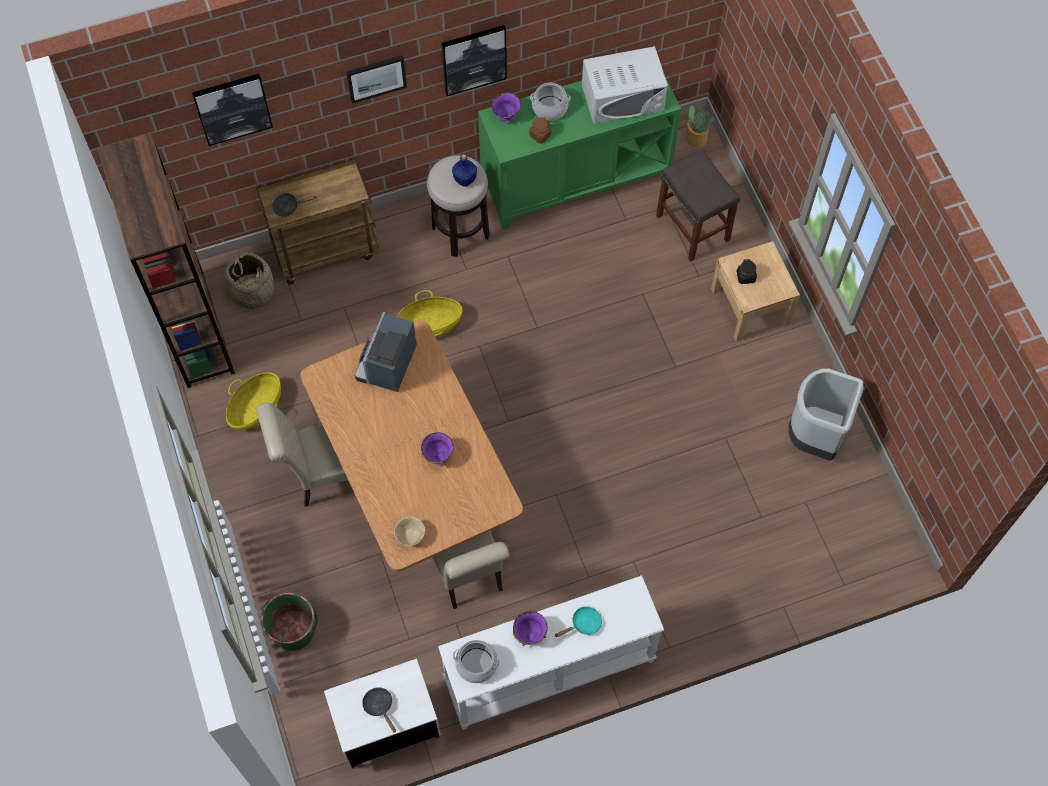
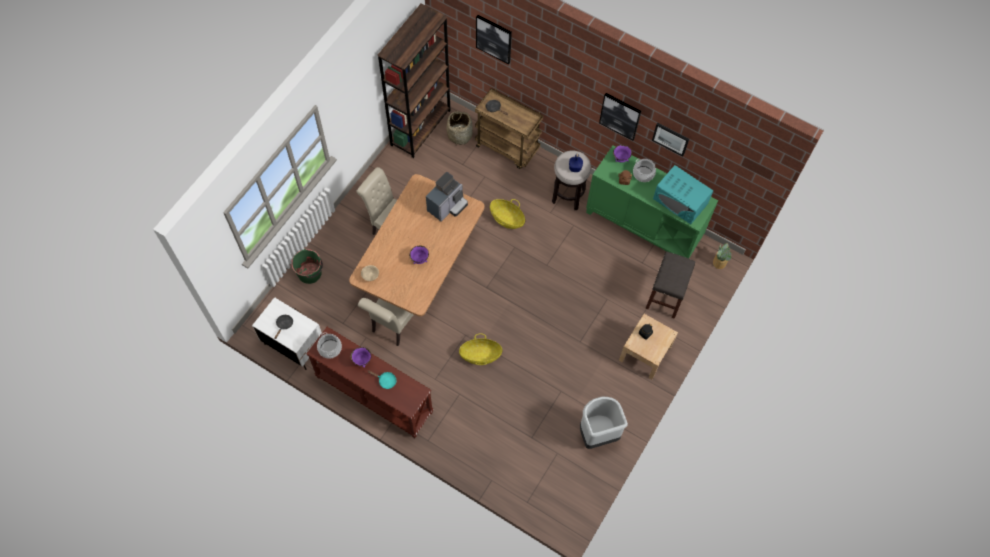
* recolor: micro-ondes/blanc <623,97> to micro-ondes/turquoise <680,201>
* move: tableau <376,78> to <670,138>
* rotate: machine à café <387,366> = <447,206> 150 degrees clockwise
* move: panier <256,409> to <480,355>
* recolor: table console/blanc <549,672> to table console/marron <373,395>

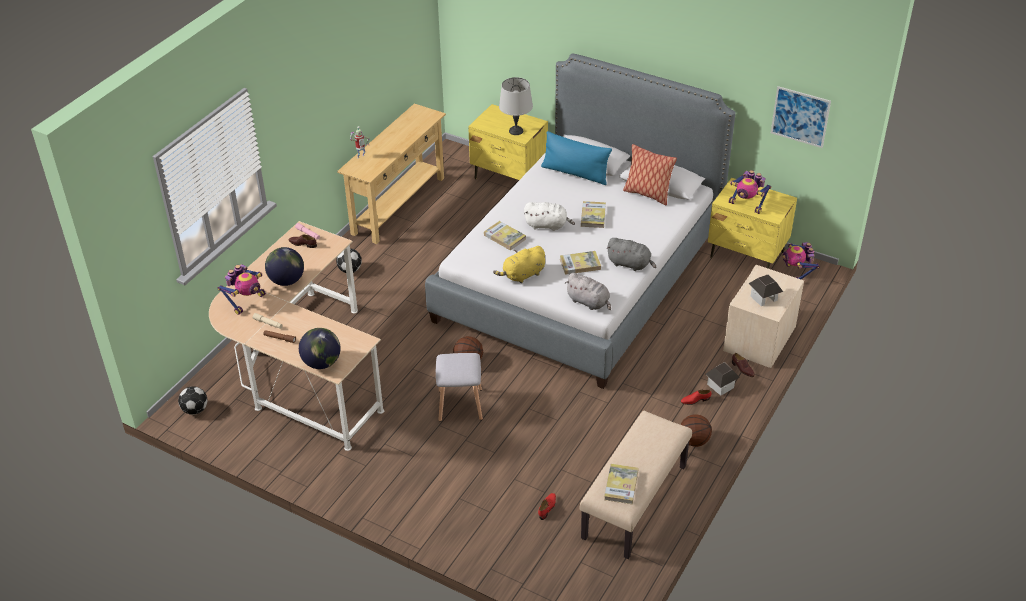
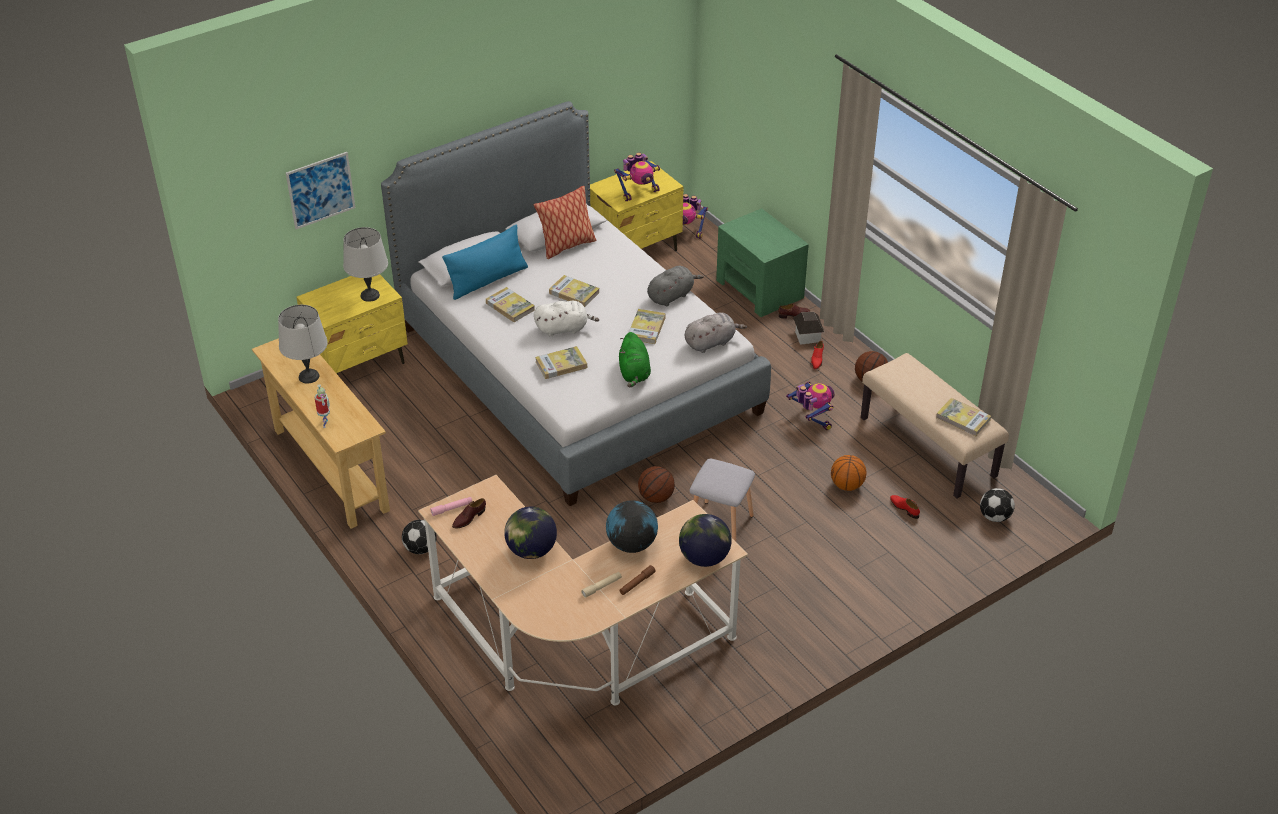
* move: tableau <800,116> to <320,190>
* rotate: peluche/blanc <547,225> = <564,329> 45 degrees clockwise
* recolor: peluche/jaune <522,275> to peluche/vert <634,373>
* move: robot jouet <246,302> to <811,419>
* recolor: table de chevet/beige <759,339> to table de chevet/vert <760,289>
* delete: maison miniature <764,298>
* move: ballon de foot <195,410> to <995,516>
* insert: livre <510,306>
* insert: lampe de table/gris <308,377>
* insert: ballon de basket <847,485>
* insert: globe <631,544>

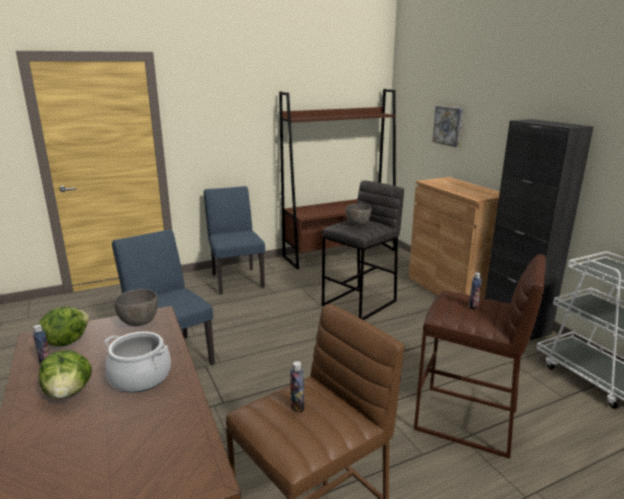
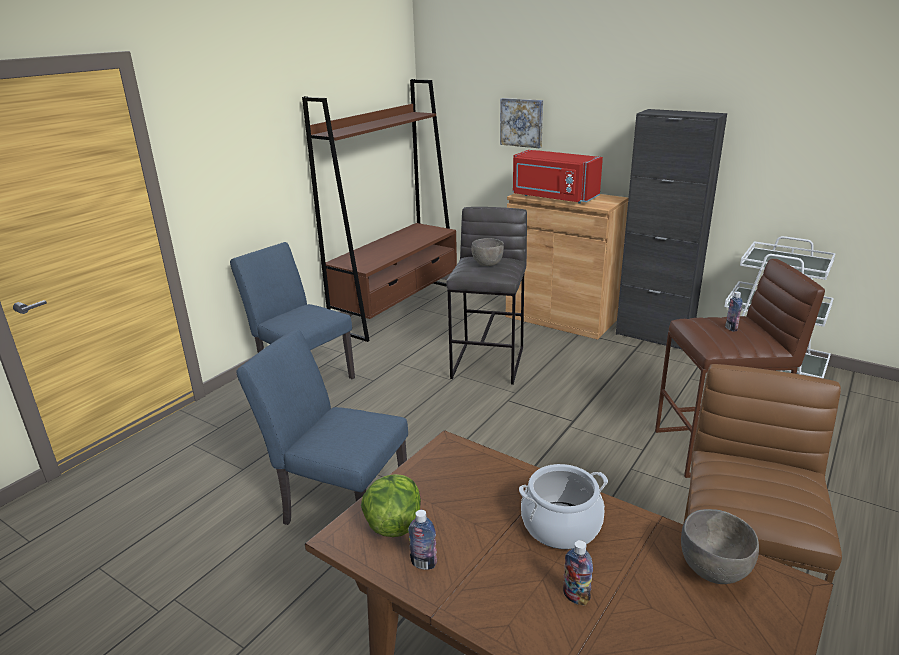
* move: bol/gris <139,322> to <713,571>
* delete: laitue <69,392>
* move: bouteille <297,406> to <576,597>
* insert: micro-ondes/rouge <553,197>

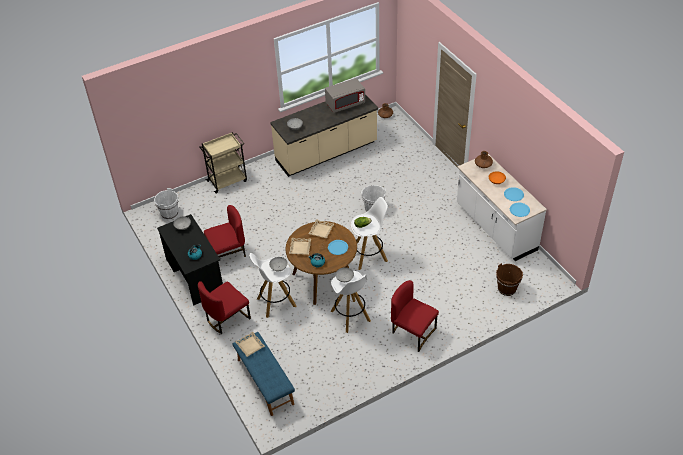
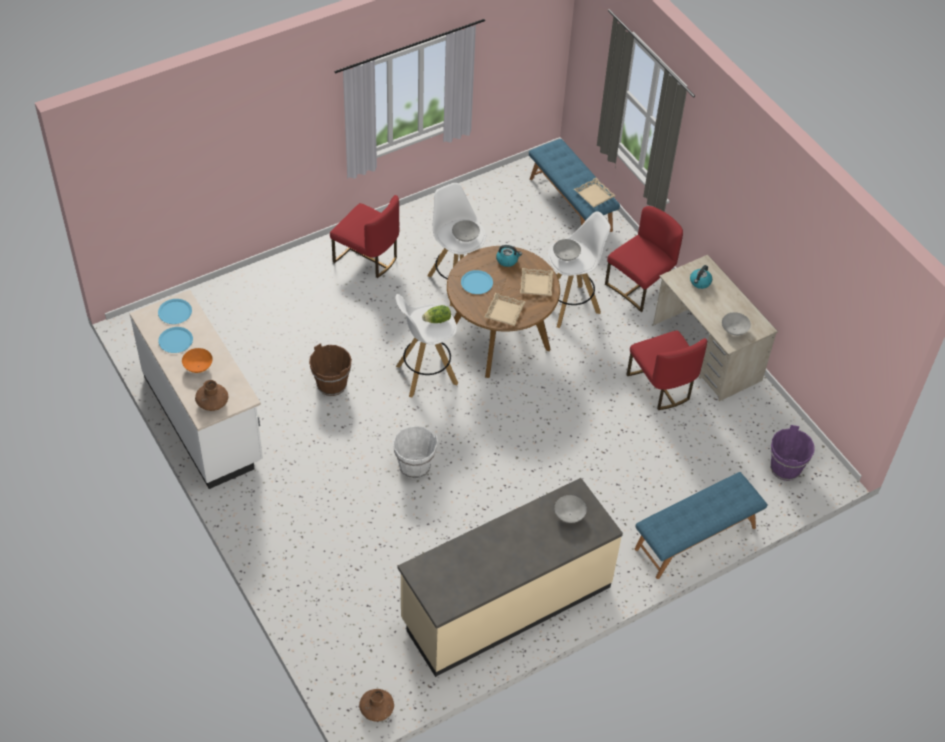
* delete: micro-ondes/gris <345,104>
* replace: chariot/beige <227,180> to banc/bleu <696,539>
* recolor: seau/blanc <169,213> to seau/violet <785,468>
* rotate: chaise/rouge <228,254> = <661,386> 90 degrees counterclockwise
* recolor: bureau/noir <194,275> to bureau/beige <706,352>
* move: seau/marron <507,289> to <331,384>

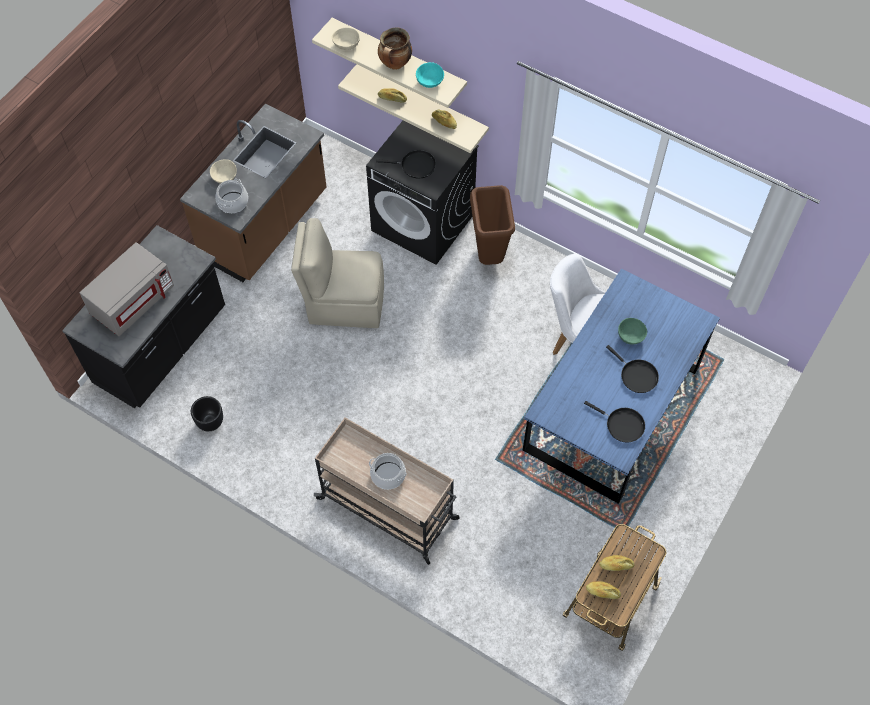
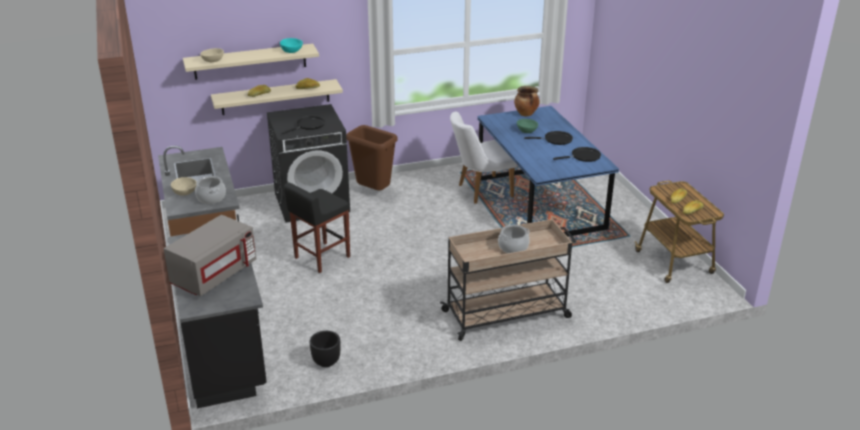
* move: marmite <395,64> to <526,114>
* replace: chaise/beige <344,303> to tabouret/noir <321,257>
* rotate: micro-ondes/gris <132,301> = <214,274> 45 degrees clockwise

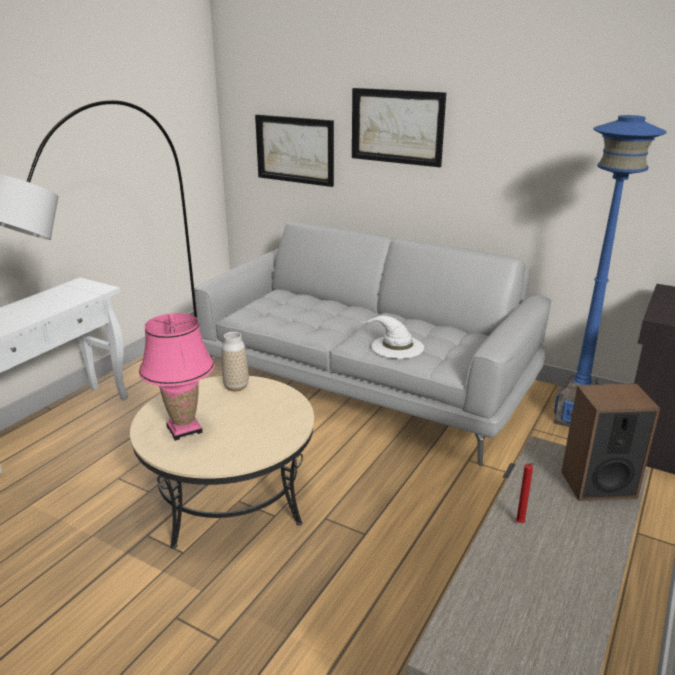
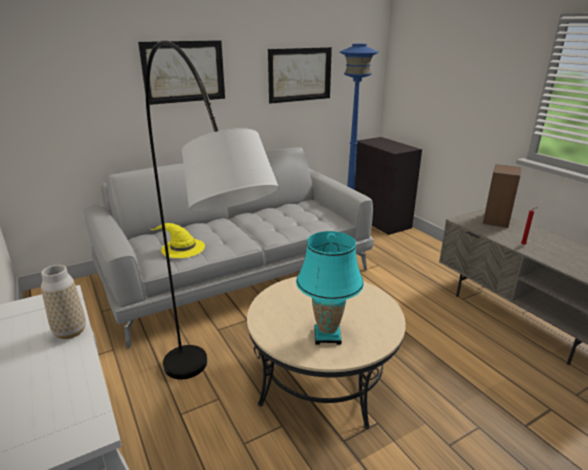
* move: tableau <295,150> to <299,74>
* recolor: lampe de table/rose <184,429> to lampe de table/turquoise <327,336>
* delete: chapeau/blanc <396,346>
* move: vase <236,387> to <70,332>
* insert: chapeau/jaune <182,248>

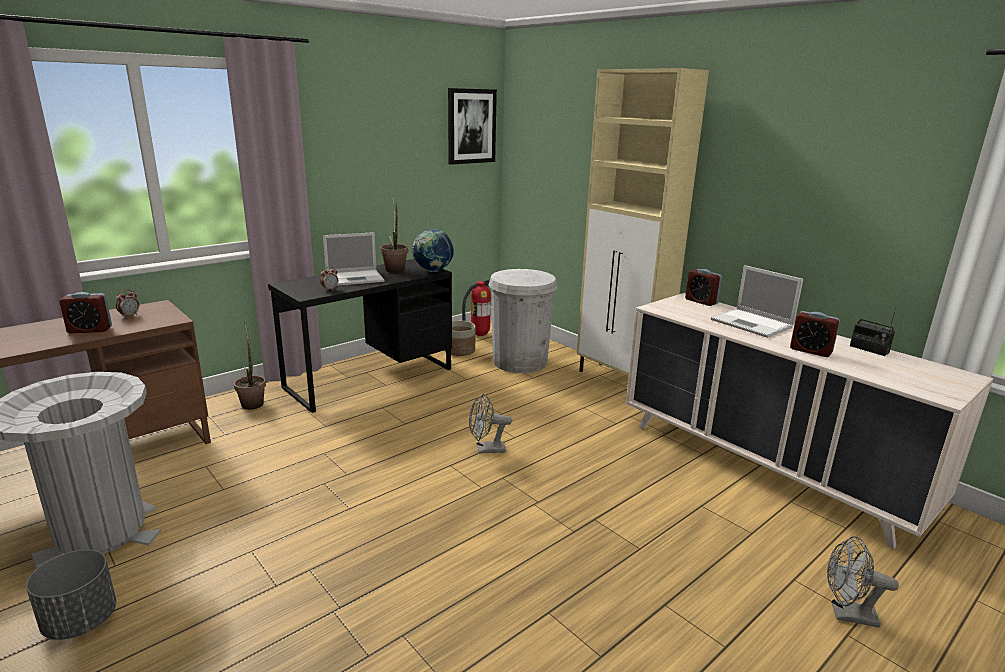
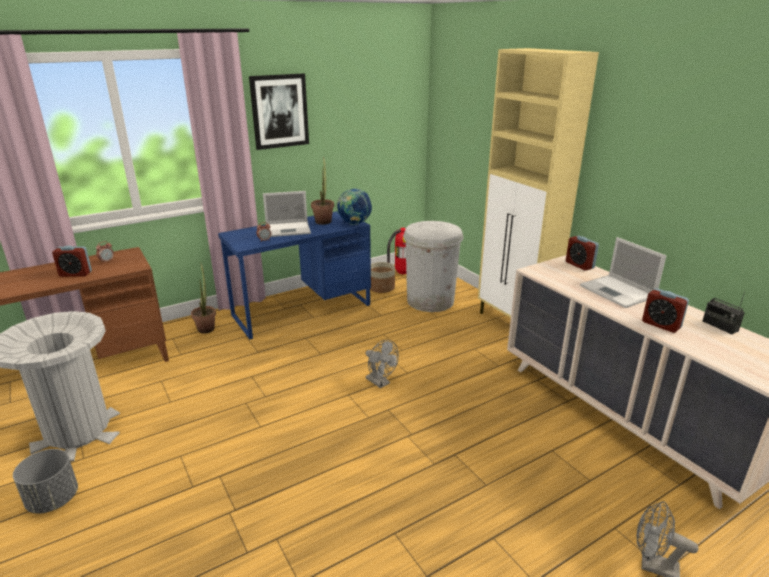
* move: tableau <471,126> to <279,111>
* recolor: bureau/noir <370,378> to bureau/bleu <302,310>
* rotate: ventilateur/gris <486,450> = <380,383> 135 degrees counterclockwise

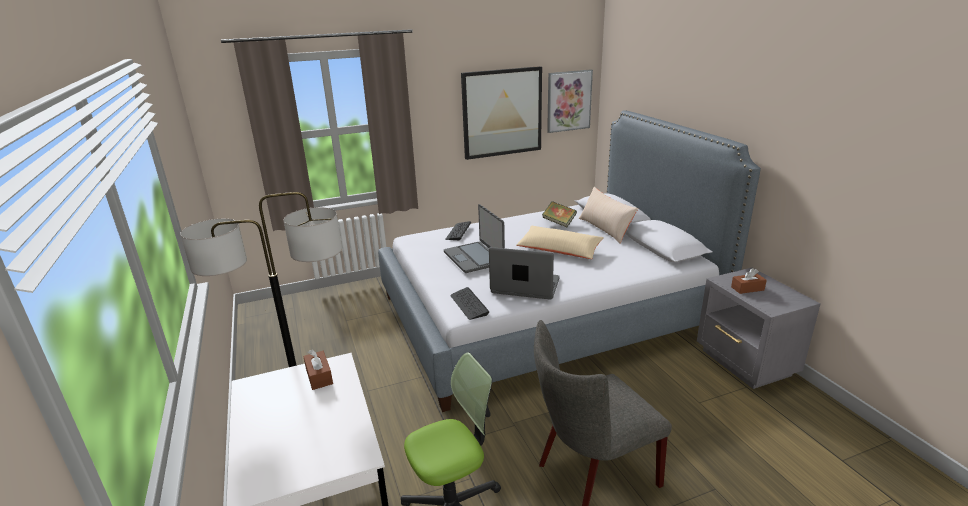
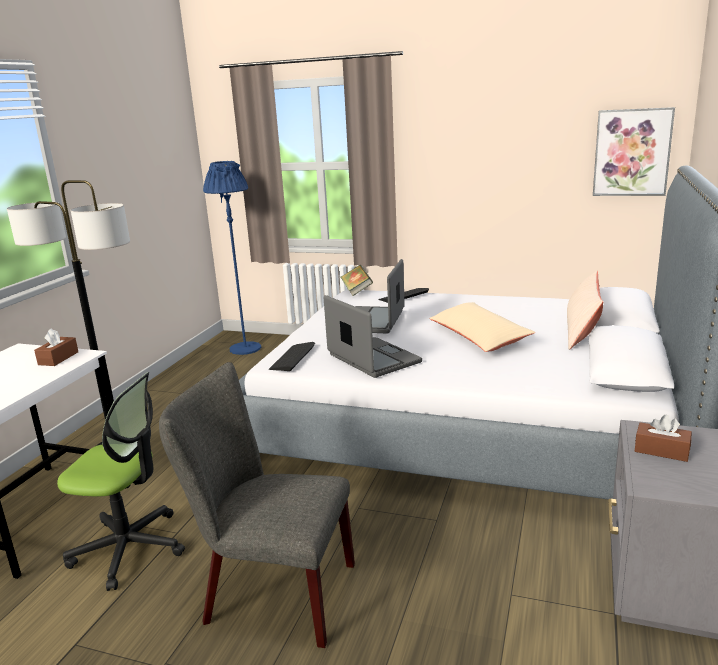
* delete: tableau <502,112>
* move: livre <559,222> to <357,291>
* insert: lampadaire/bleu <245,348>

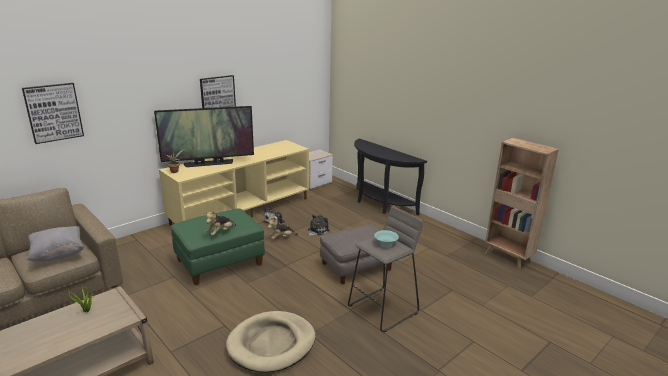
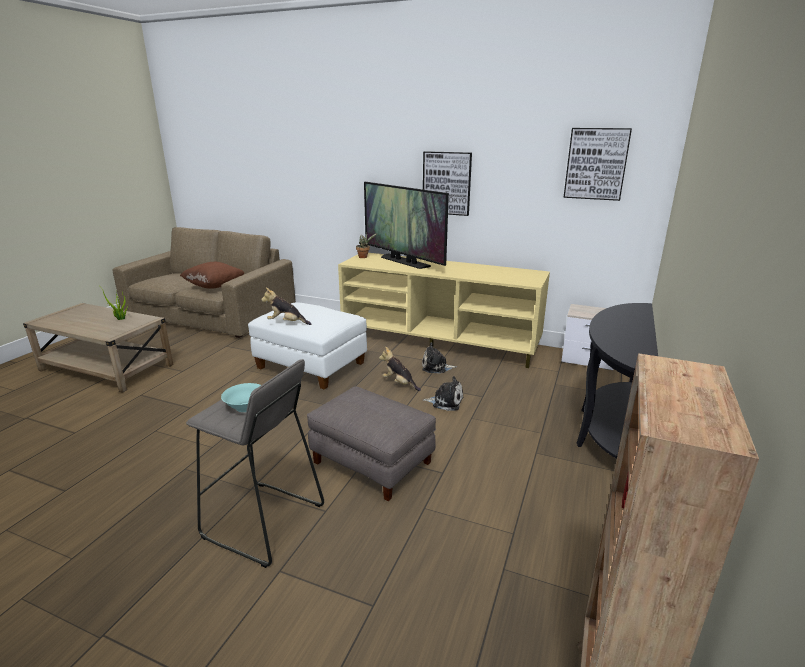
* move: tableau <53,112> to <596,164>
* recolor: pouf/vert <219,262> to pouf/blanc <311,366>
* recolor: coussin/gris <58,254> to coussin/marron <214,286>
* delete: panier pour chien/beige <272,344>

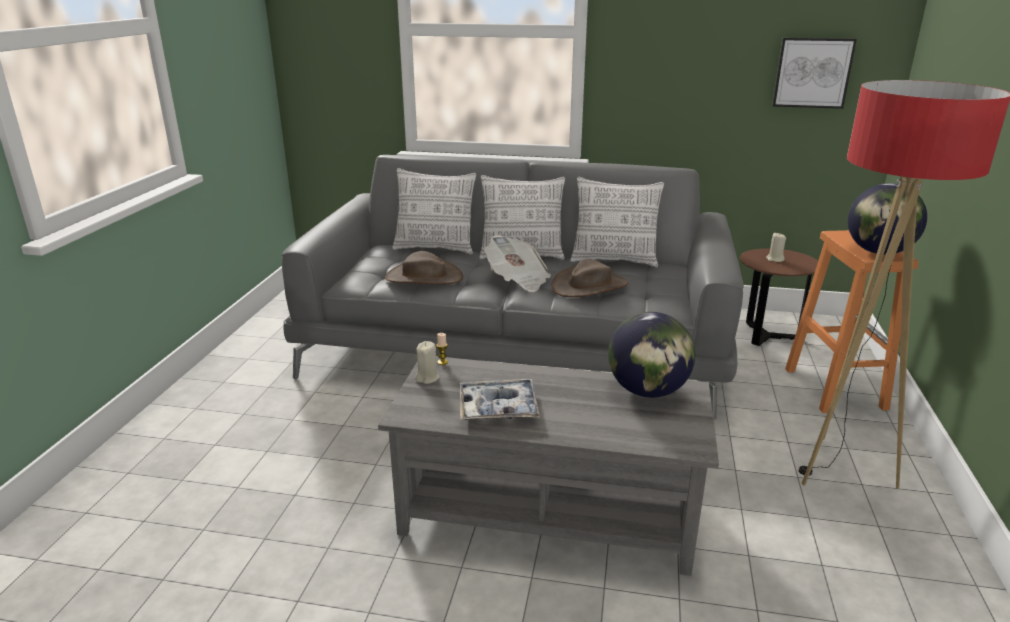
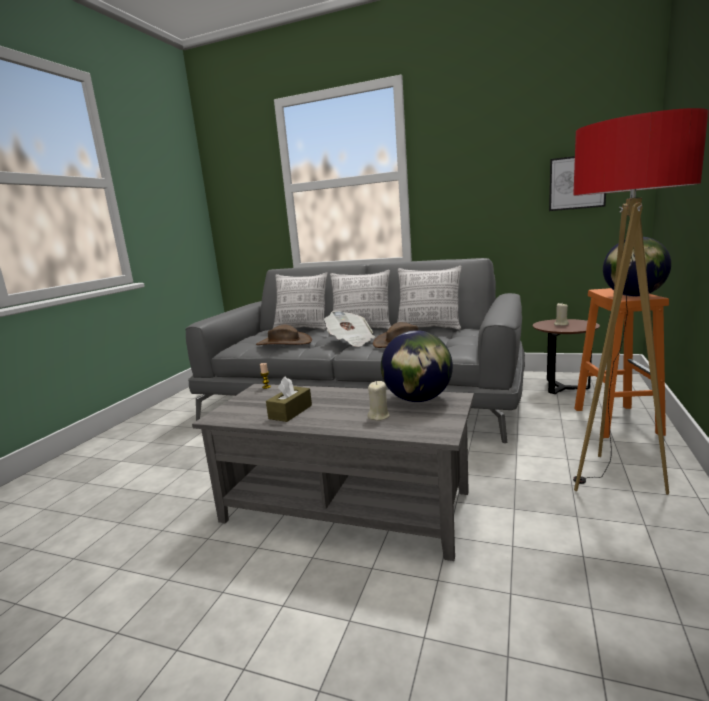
* move: bougie/beige <427,378> to <379,416>
* replace: plateau <498,408> to boîte à mouchoirs/marron <290,412>

